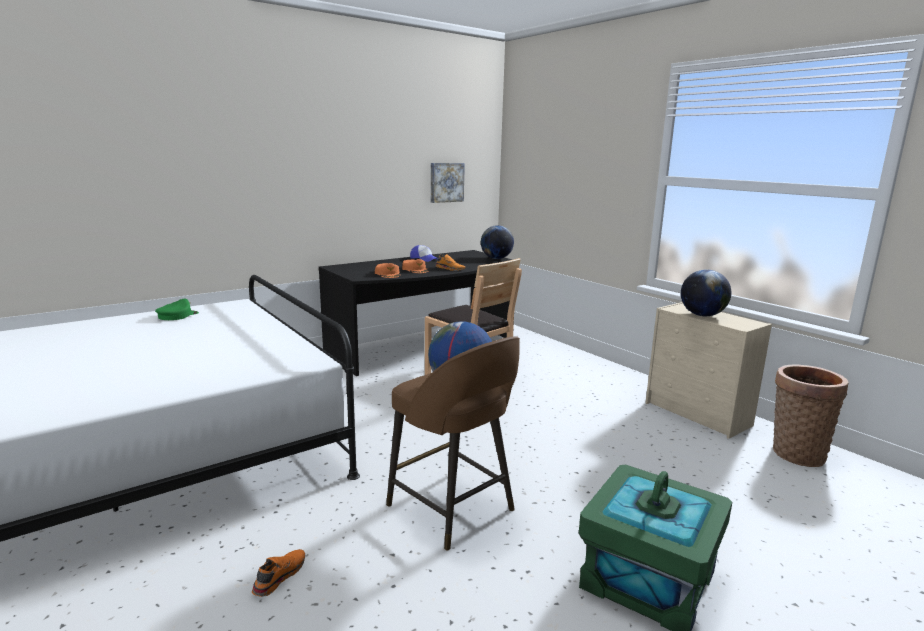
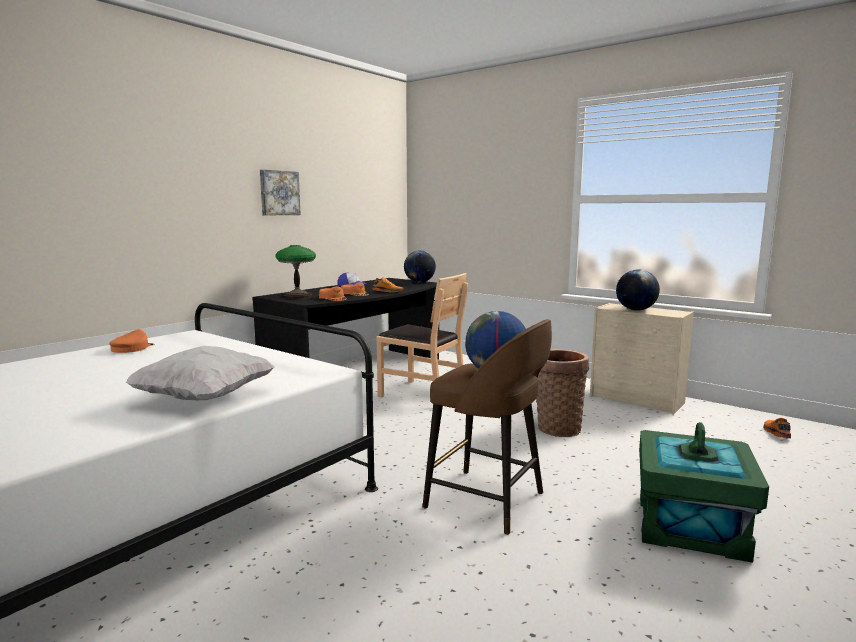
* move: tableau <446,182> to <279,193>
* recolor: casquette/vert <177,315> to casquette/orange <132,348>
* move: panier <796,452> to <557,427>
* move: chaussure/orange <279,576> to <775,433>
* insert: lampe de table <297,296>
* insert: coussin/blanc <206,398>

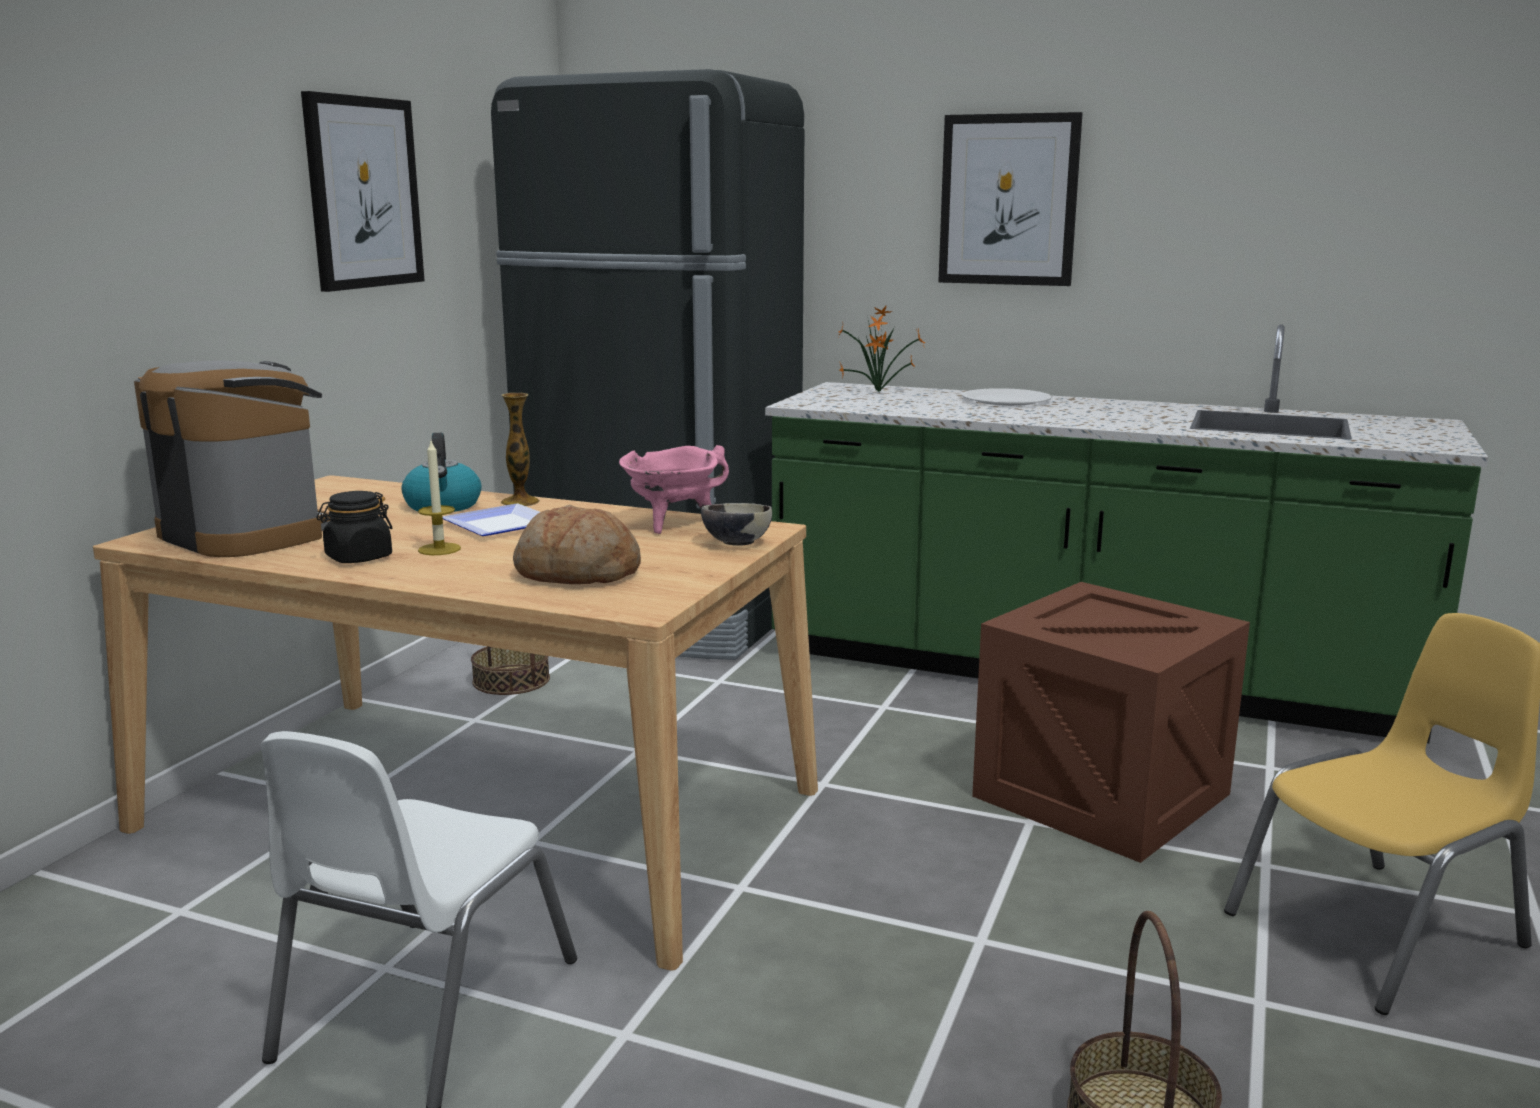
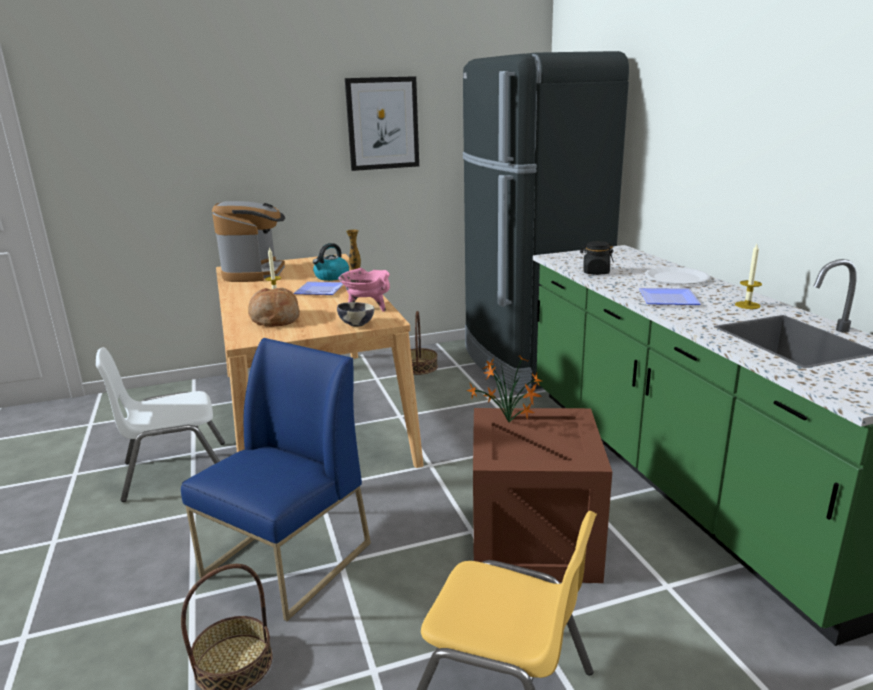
* delete: tableau <1008,200>
* move: plante en pot <881,393> to <509,424>
* move: bocal/noir <358,558> to <595,272>
* insert: bougie <747,305>
* insert: assiette <670,300>
* insert: chaise/bleu <287,561>

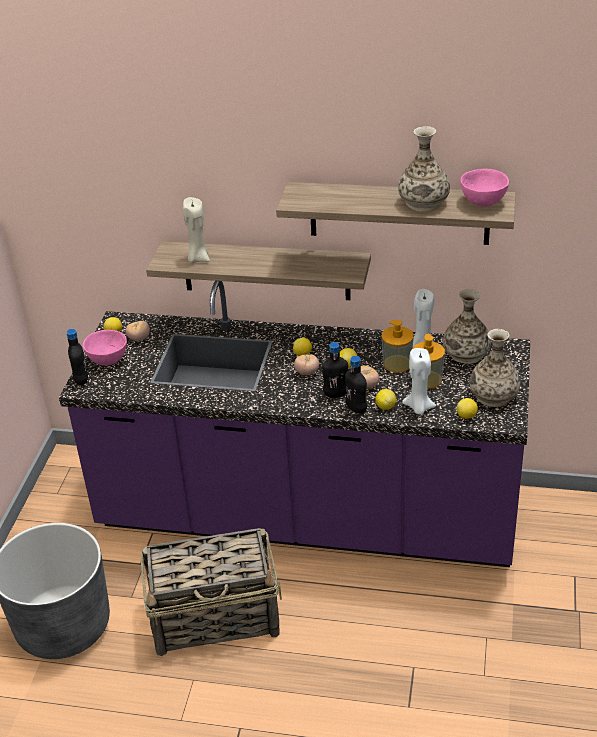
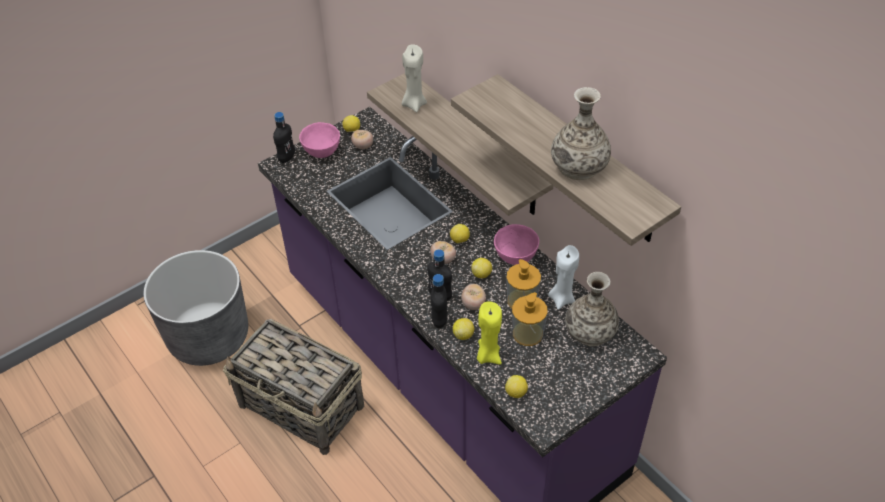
* move: bol/rose <483,203> to <515,257>
* delete: vase <493,395>
* recolor: bougie/blanc <419,408> to bougie/jaune <488,355>

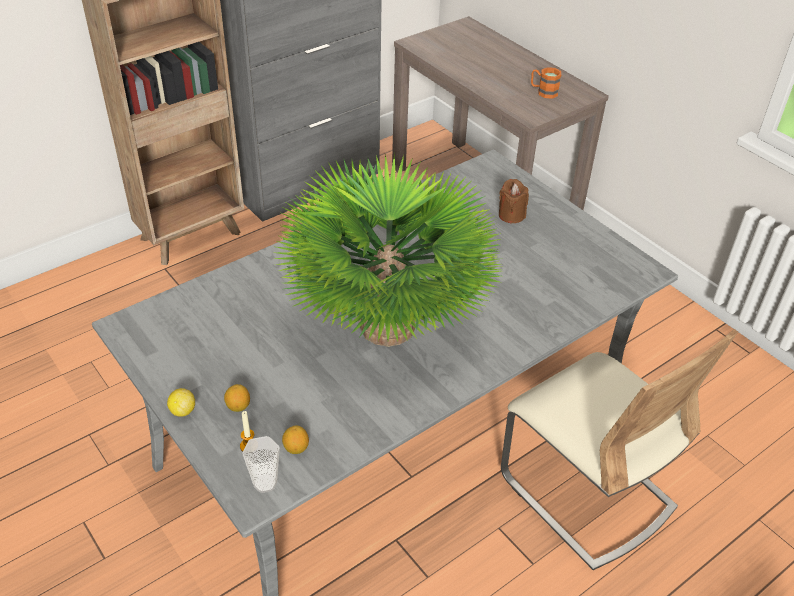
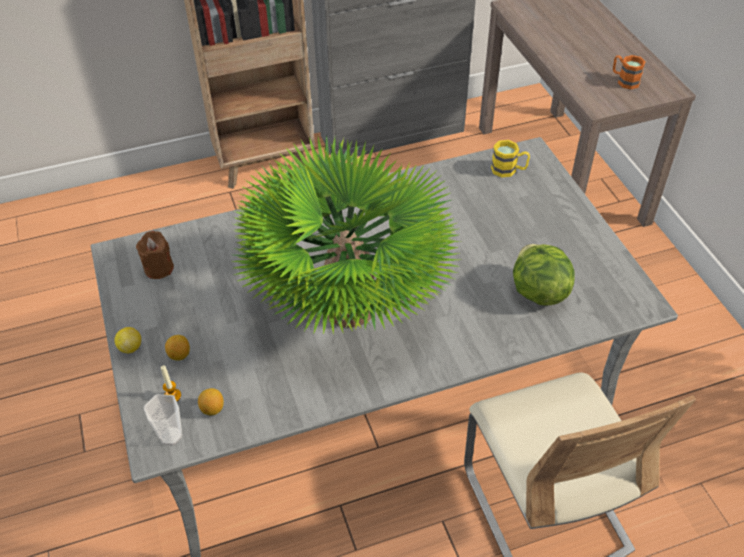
* move: bougie/marron <511,215> to <159,268>
* insert: mug/jaune <509,170>
* insert: laitue <538,292>

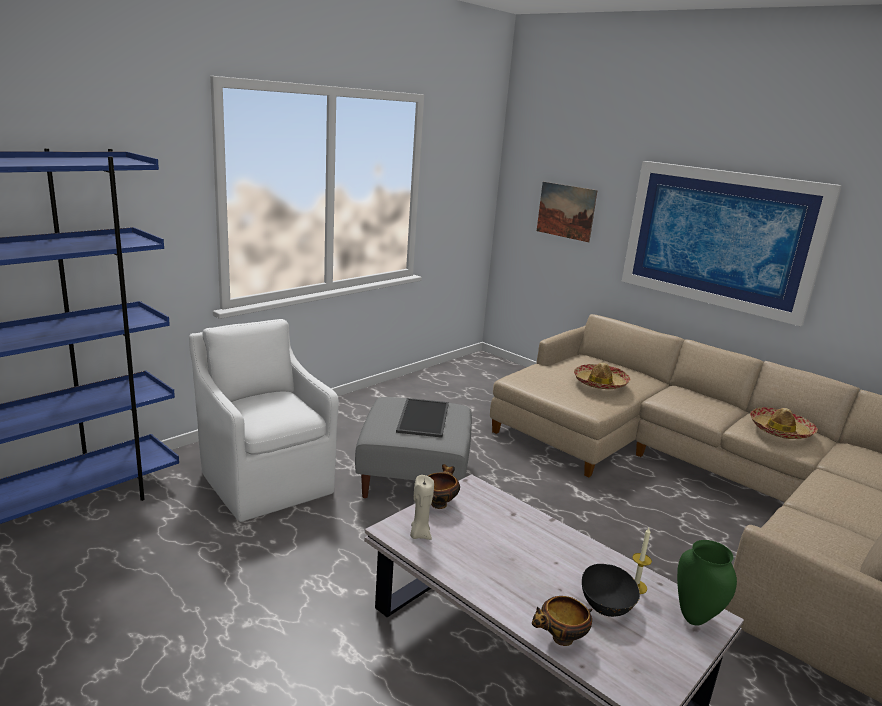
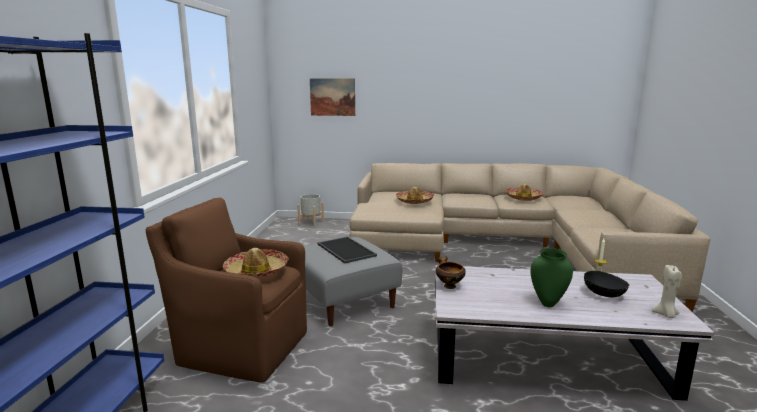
* delete: tableau <720,238>
* recolor: fauteuil/blanc <265,480> to fauteuil/marron <241,347>
* move: bougie/beige <419,534> to <665,314>
* move: vase/vert <696,618> to <548,303>
* delete: bol <560,639>
* insert: cache-pot/gris <311,223>
* insert: chapeau <256,271>

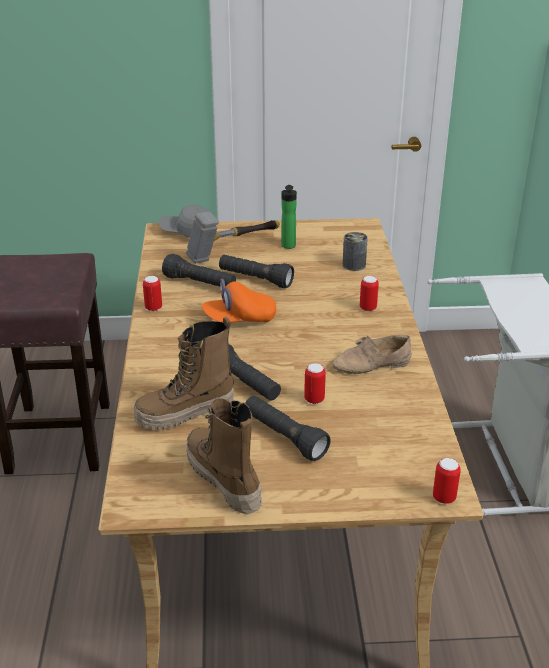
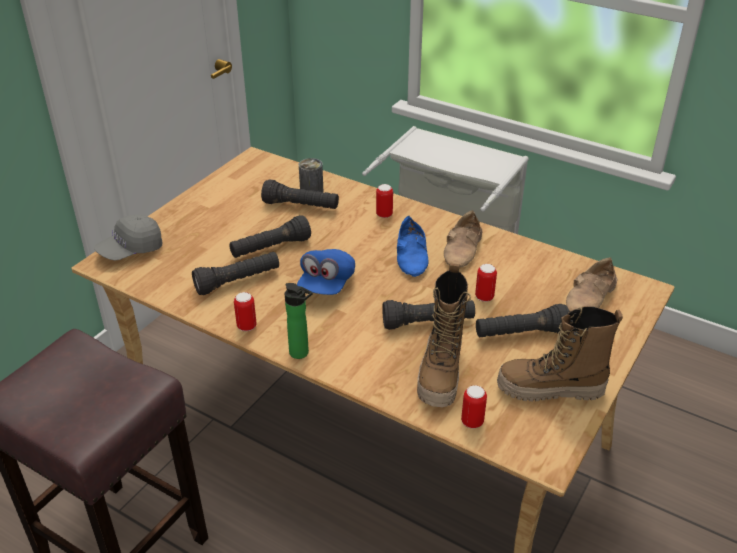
* move: bouteille <288,246> to <301,354>
* delete: marteau <233,251>
* recolor: casquette/orange <239,319> to casquette/bleu <326,284>
* move: boîte métallique <444,498> to <472,422>
* insert: lampe de poche/noir <301,206>
* insert: chaussure/bleu <413,256>
* insert: chaussure/beige <592,297>

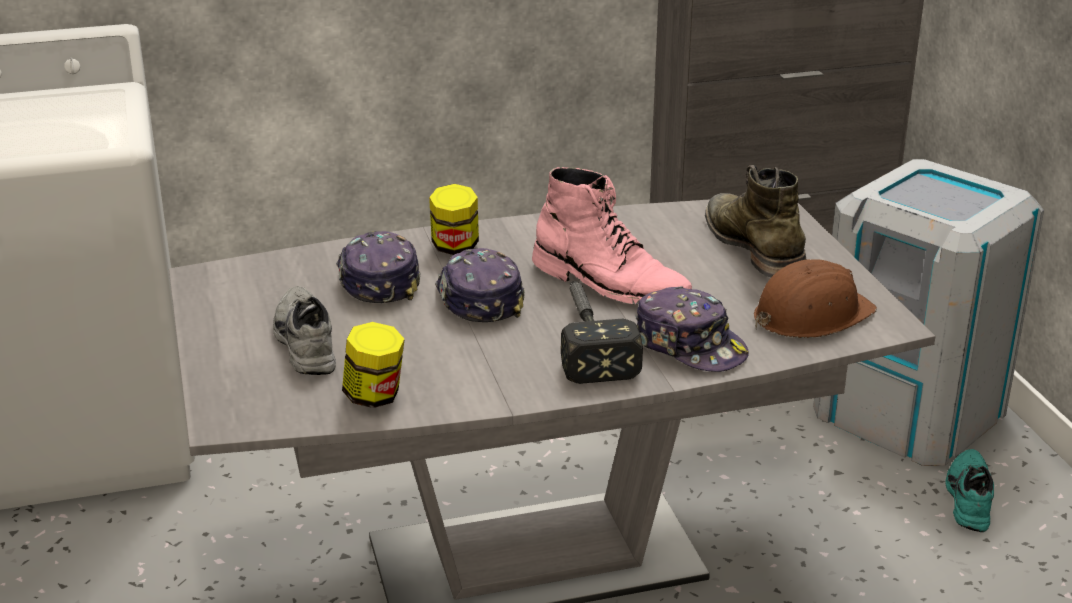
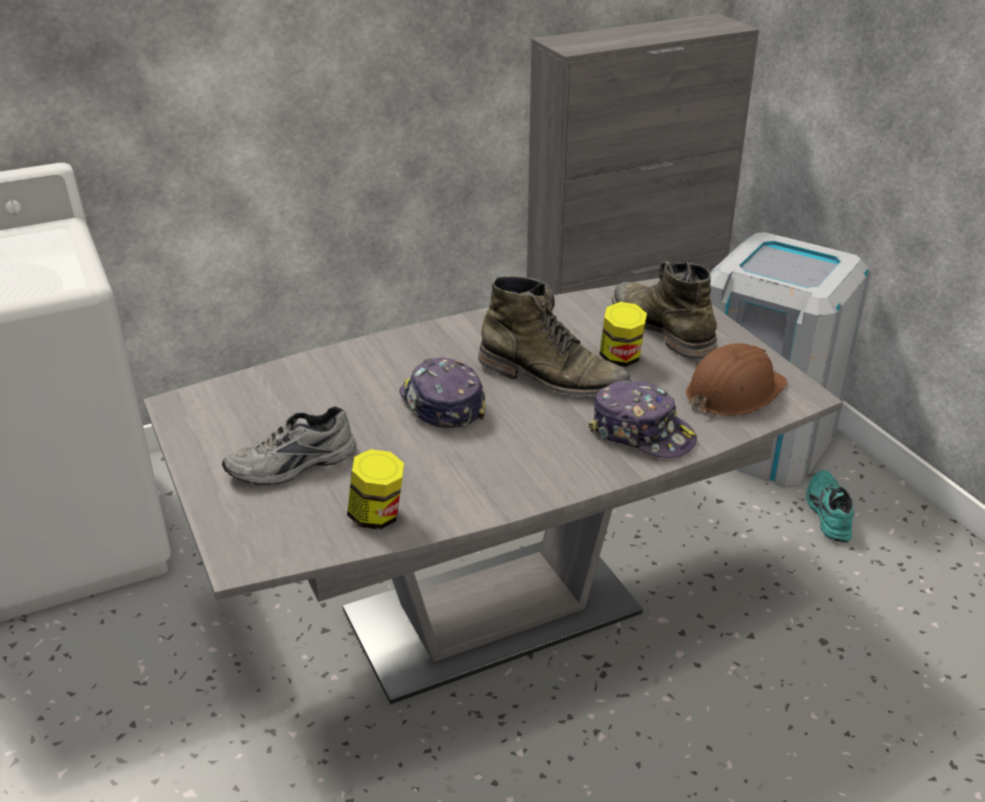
* recolor: botte/rose <610,285> to botte/vert <553,378>
* move: bocal <455,247> to <620,358>
* delete: casquette <378,281>
* delete: marteau <588,339>
* rotate: chaussure/gris <303,343> = <293,466> 90 degrees counterclockwise

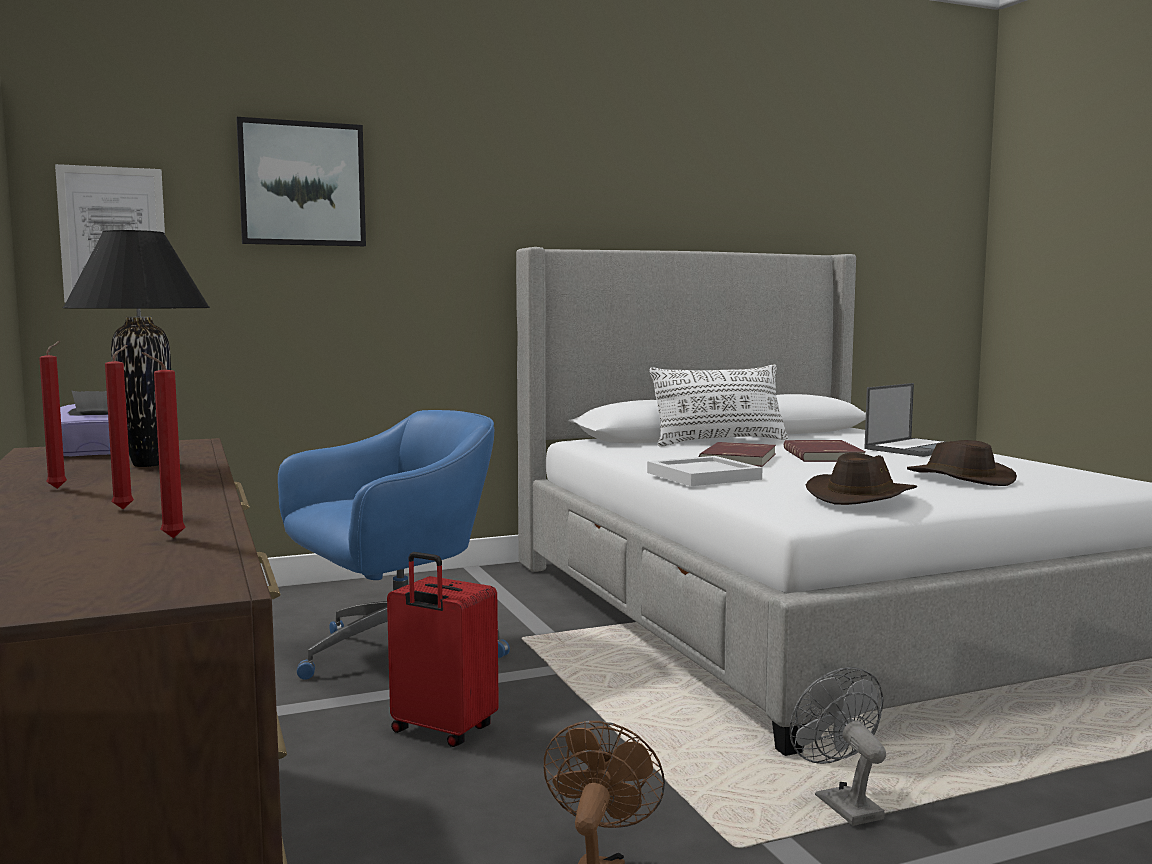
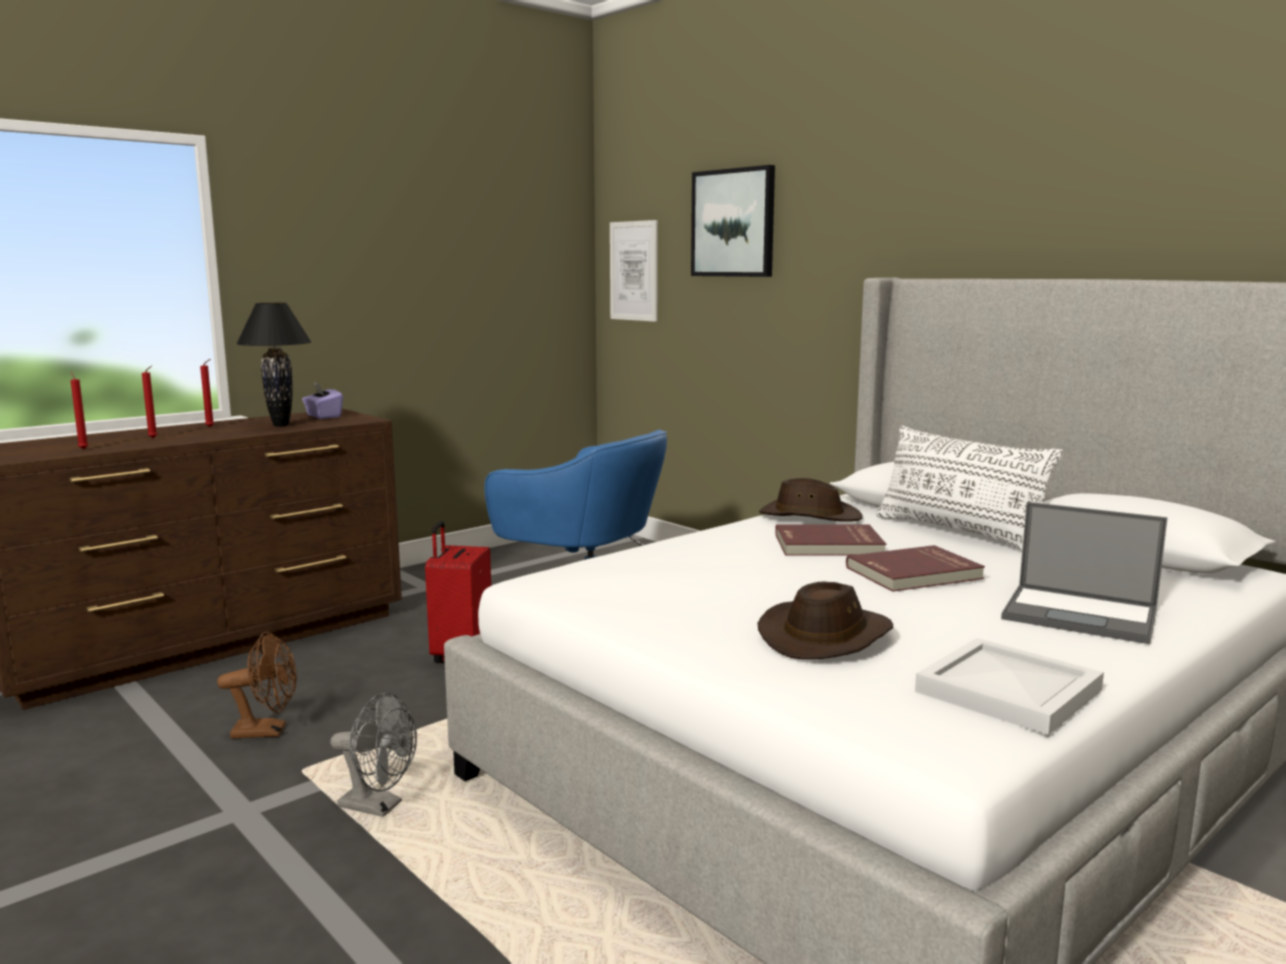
* move: chapeau/marron <862,496> to <809,516>
* move: plateau/blanc <703,475> to <1011,691>
* rotate: ventilateur/gris <840,803> = <379,807> 60 degrees clockwise

